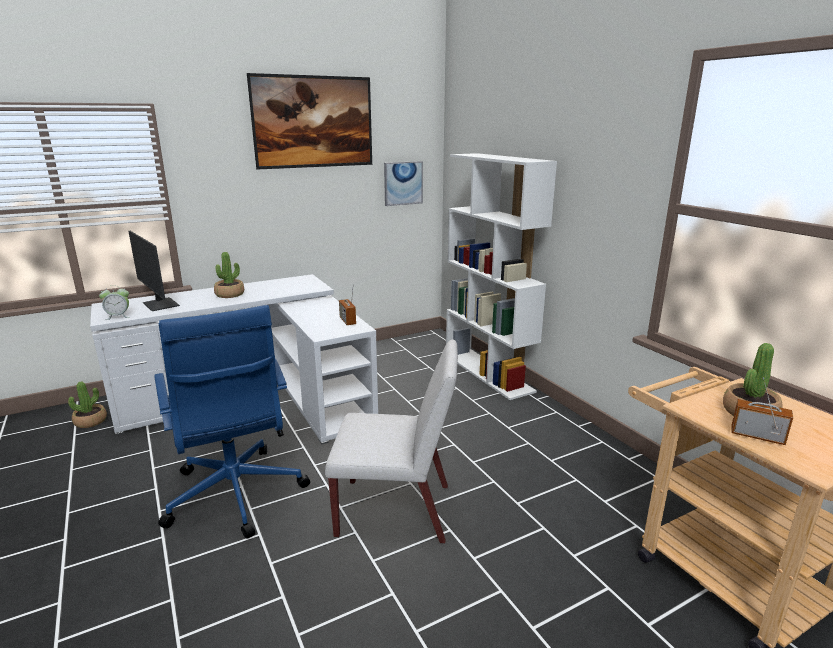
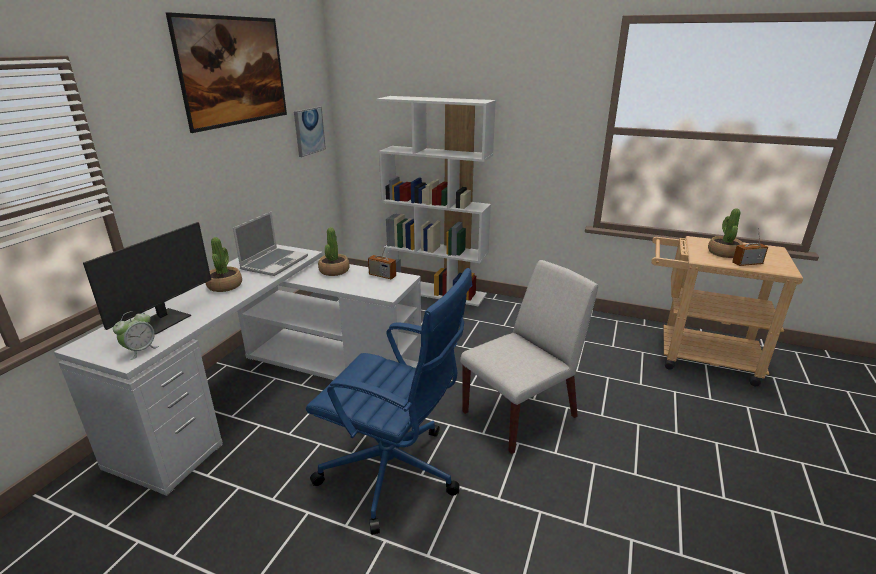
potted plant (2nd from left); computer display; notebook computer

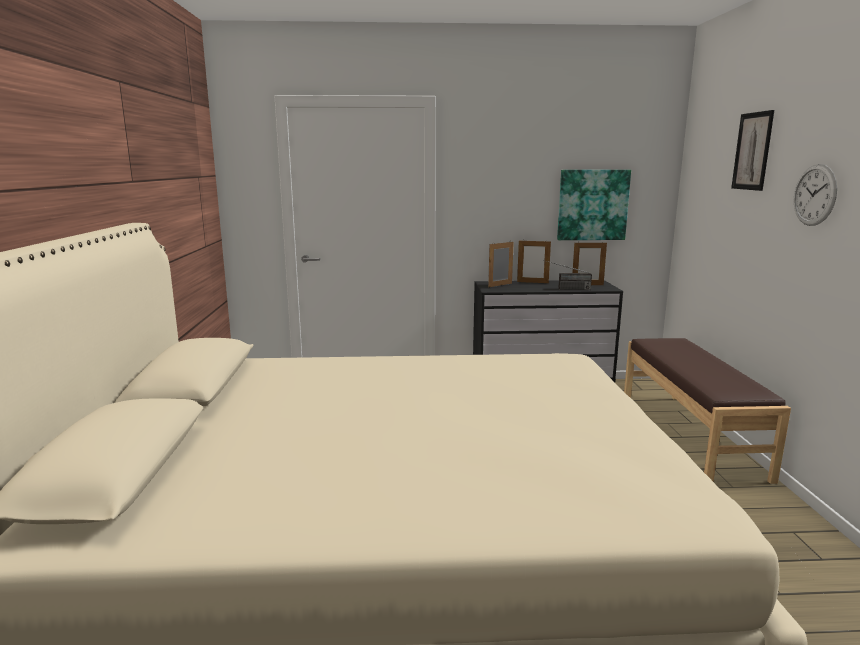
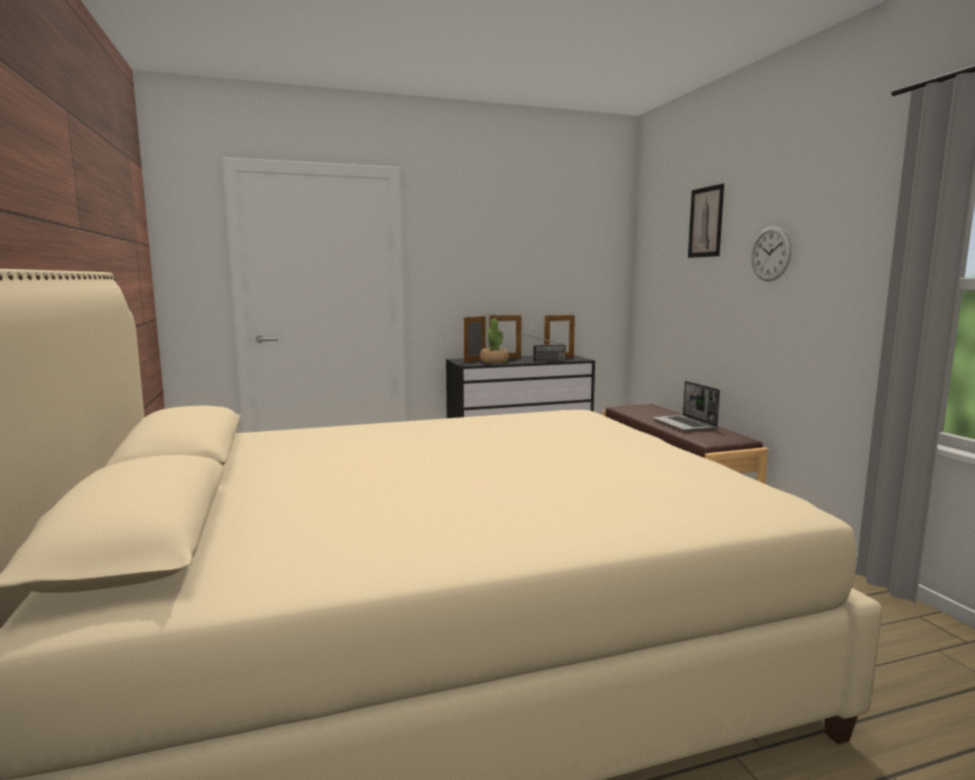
wall art (1st from left in the first image); potted plant; notebook computer

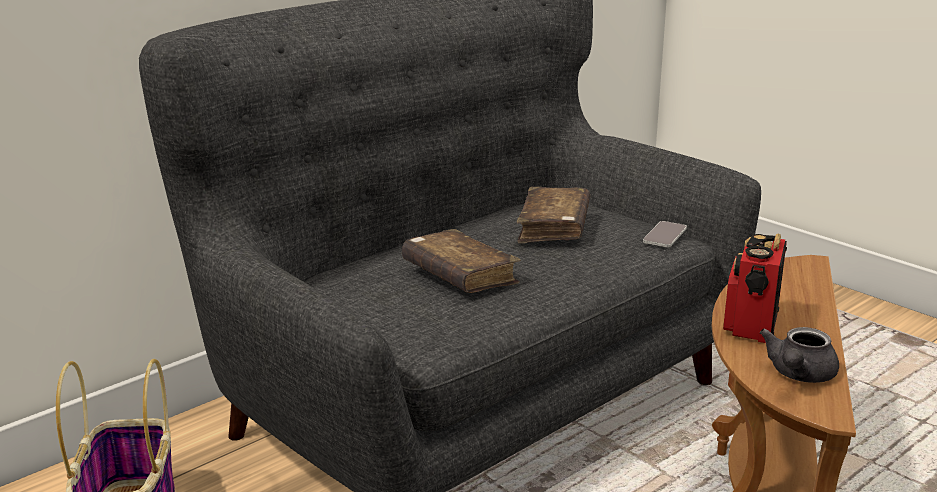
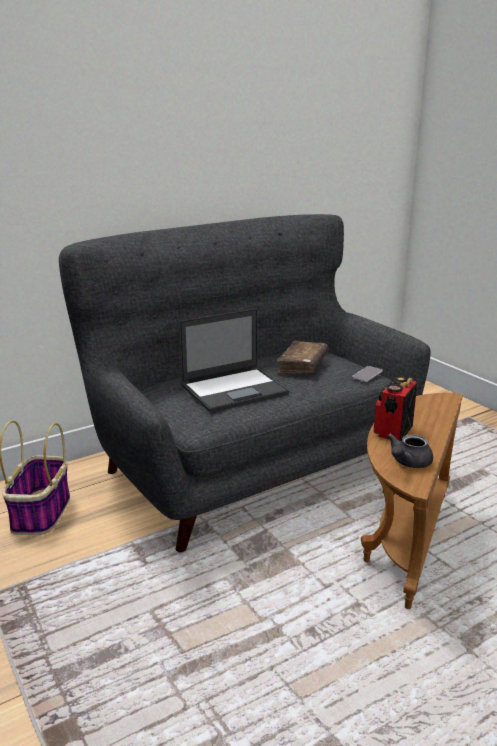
notebook computer

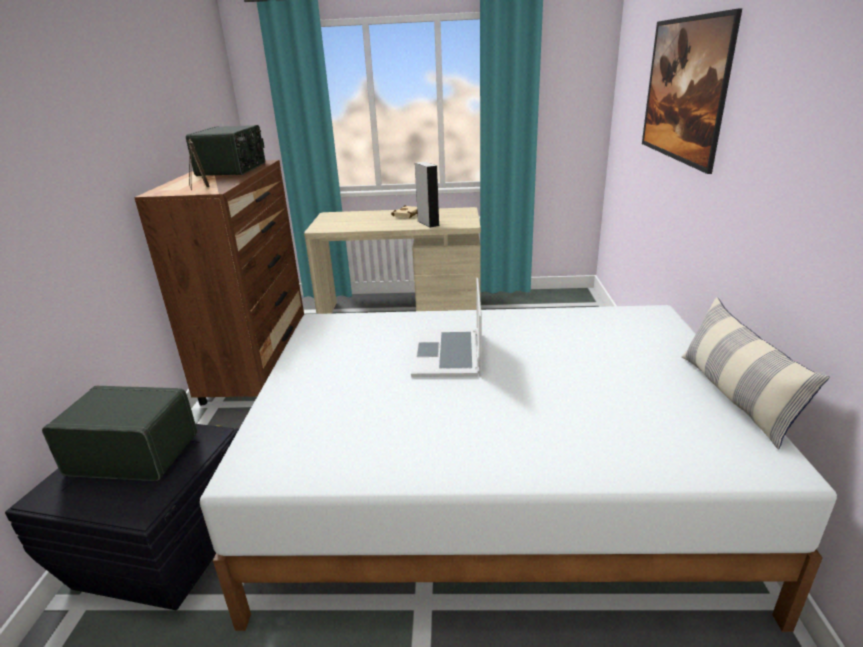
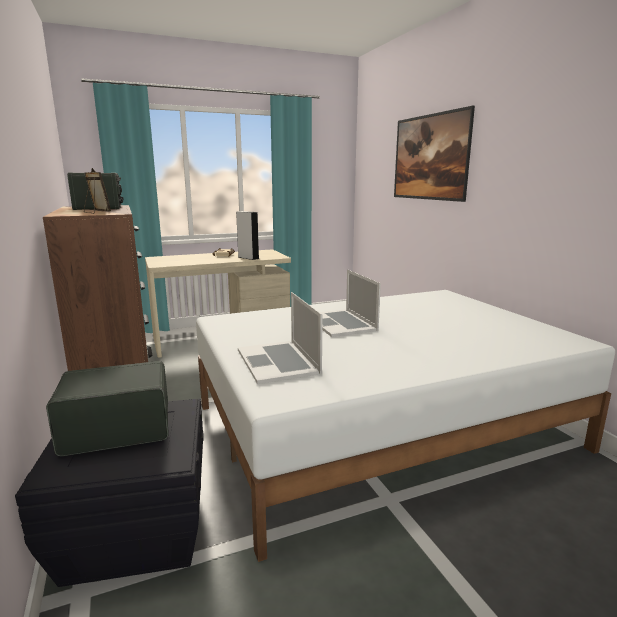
pillow; notebook computer (1st from left)

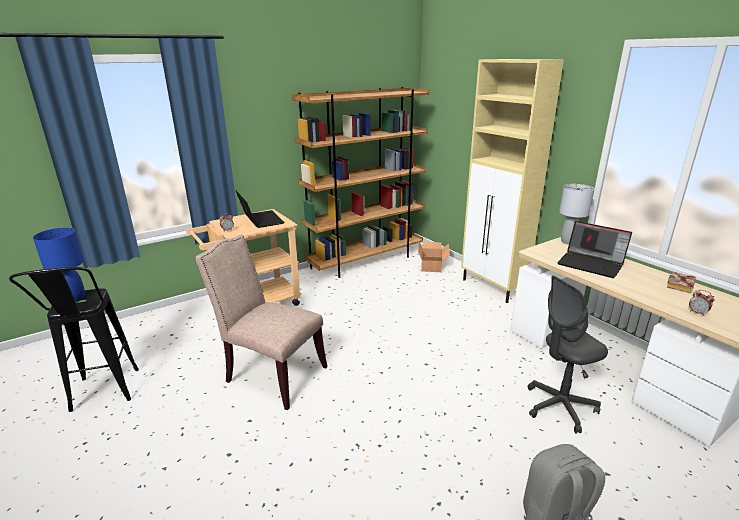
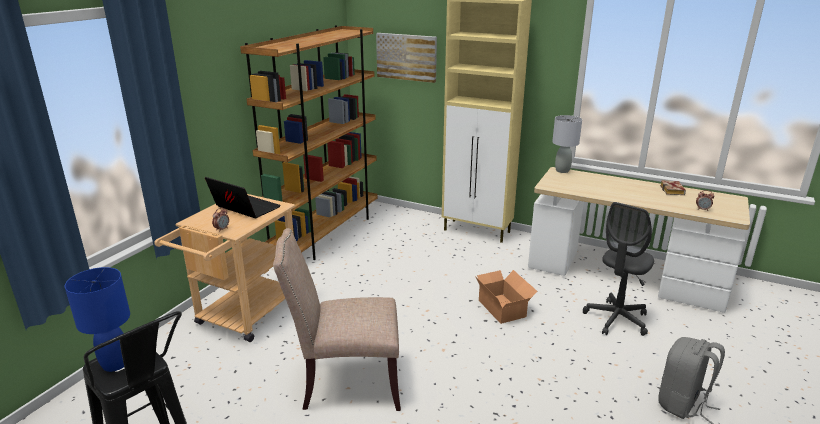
packing box; notebook computer (2nd from left in the first image); wall art

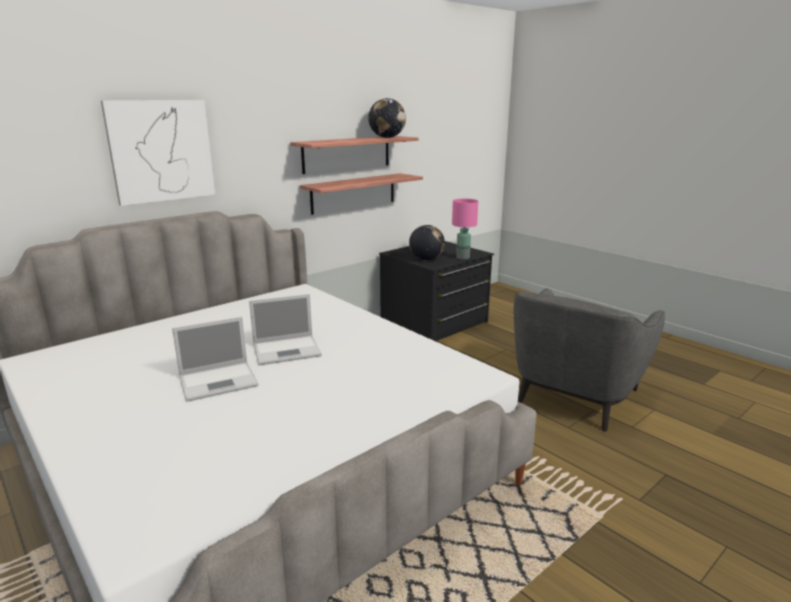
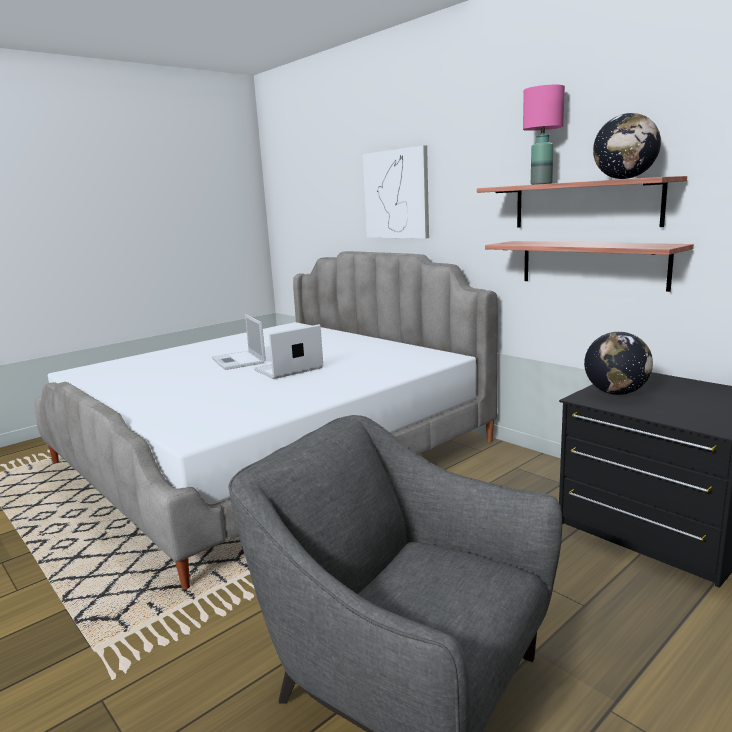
notebook computer (2nd from left); tabletop lamp in pink-coloured

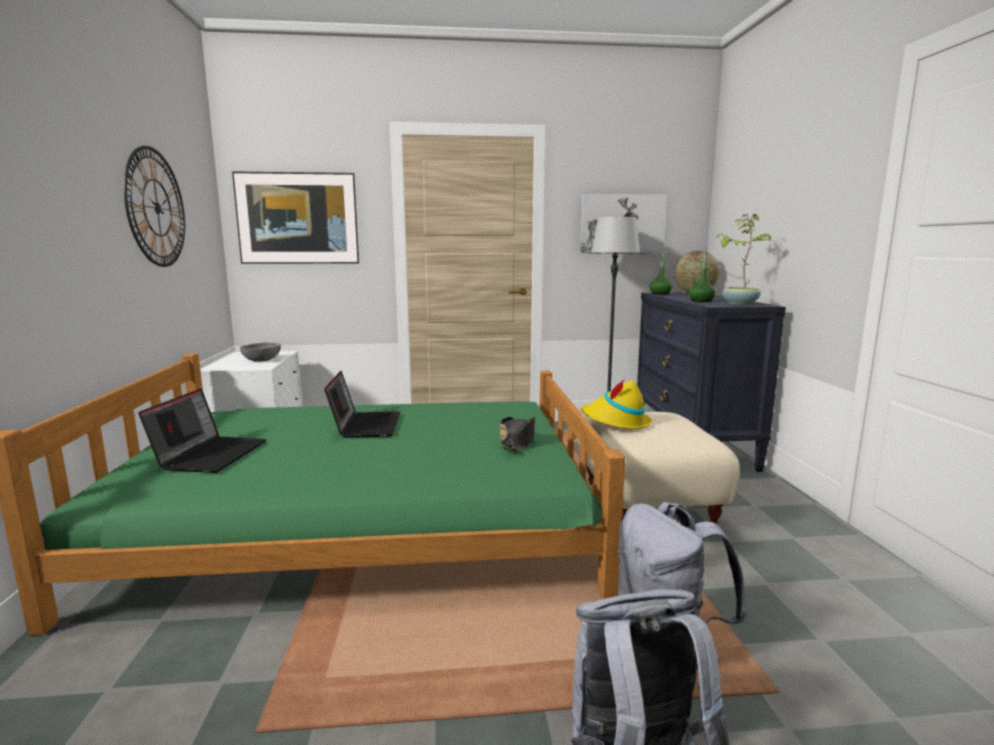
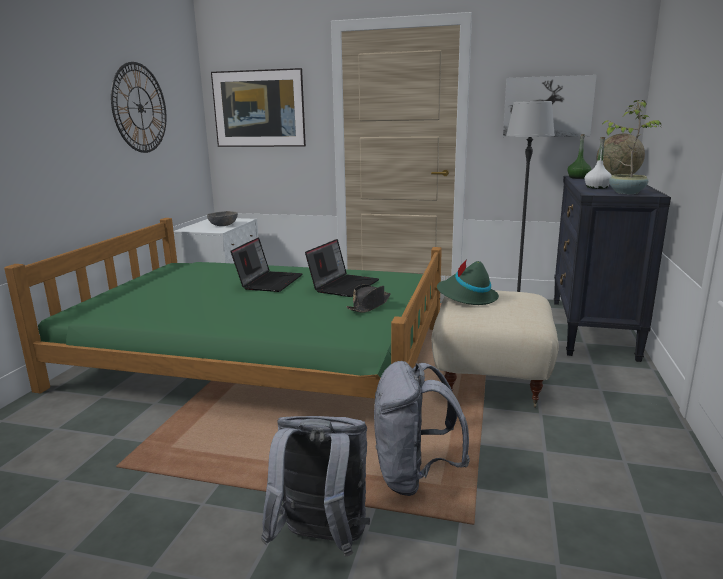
notebook computer (2nd from left); hat in green-coloured; bottle in white

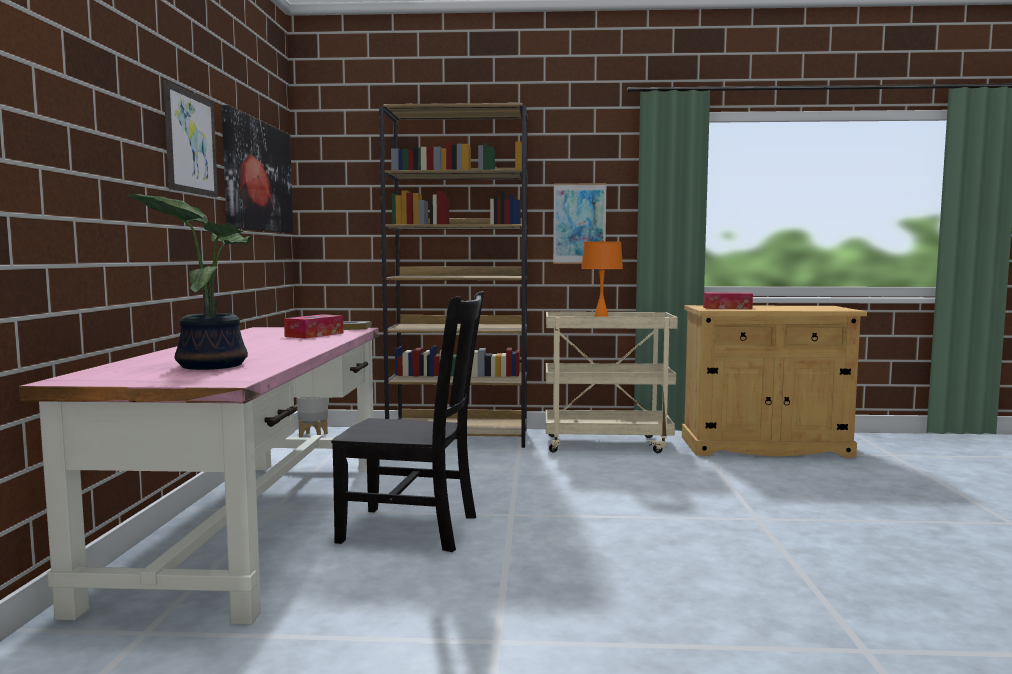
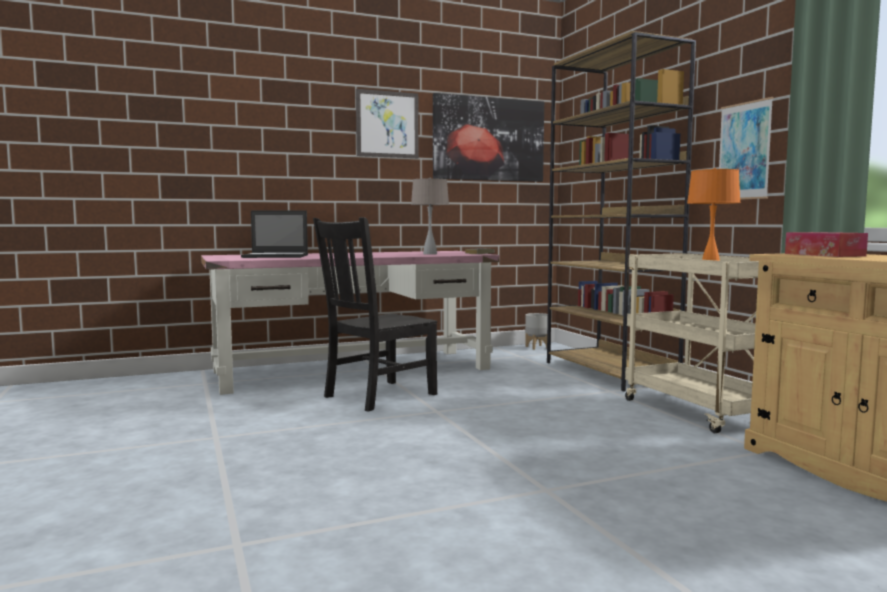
notebook computer; tabletop lamp in sand-coloured; chair in black

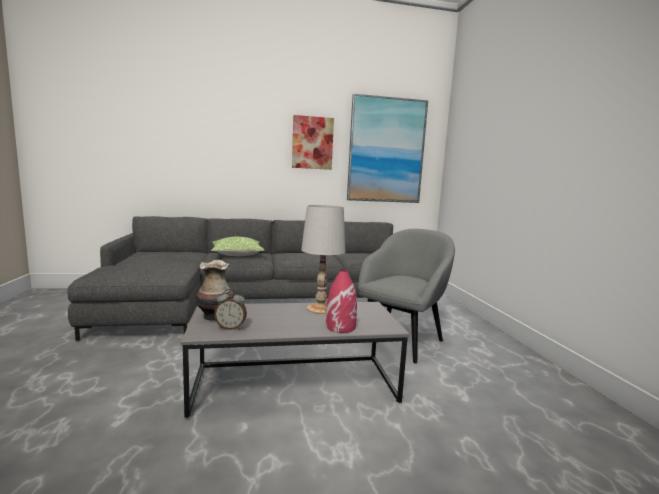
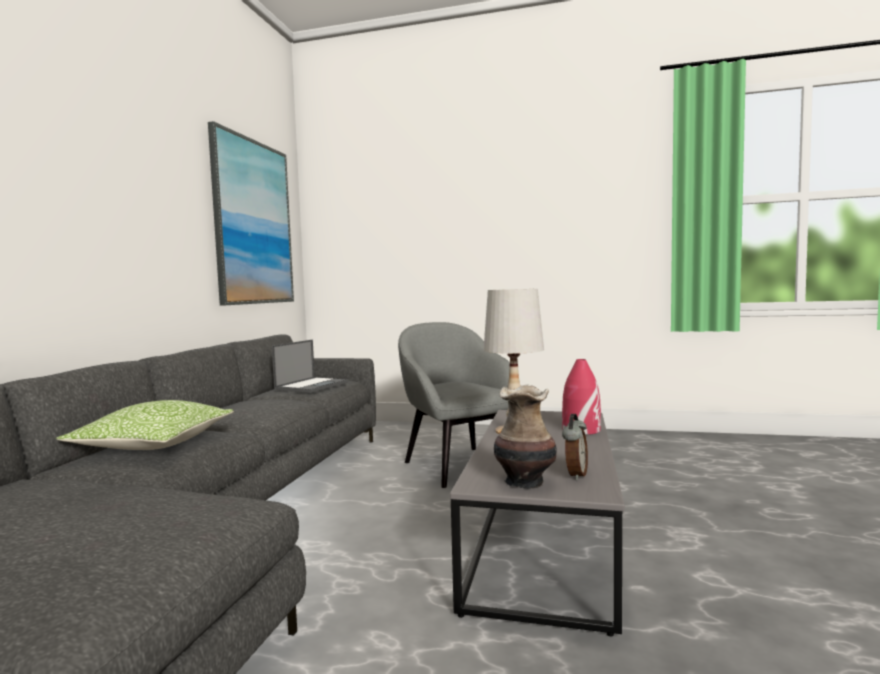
wall art (1st from left in the first image); notebook computer

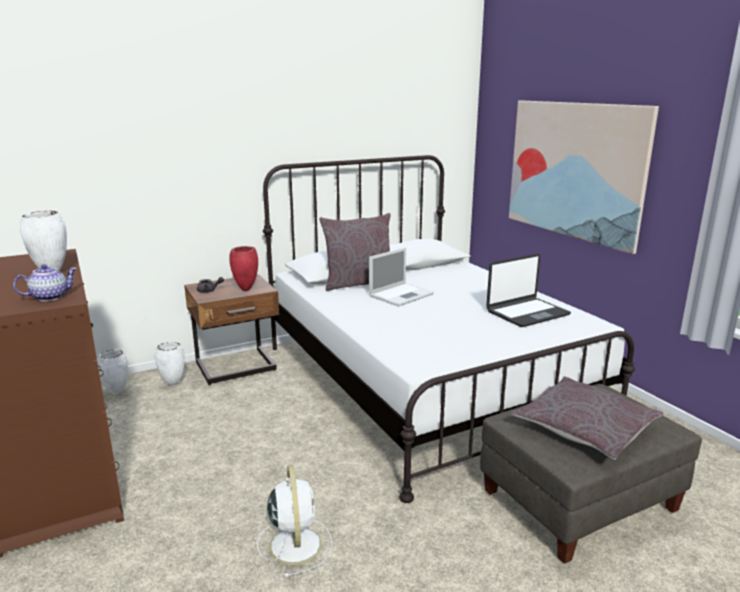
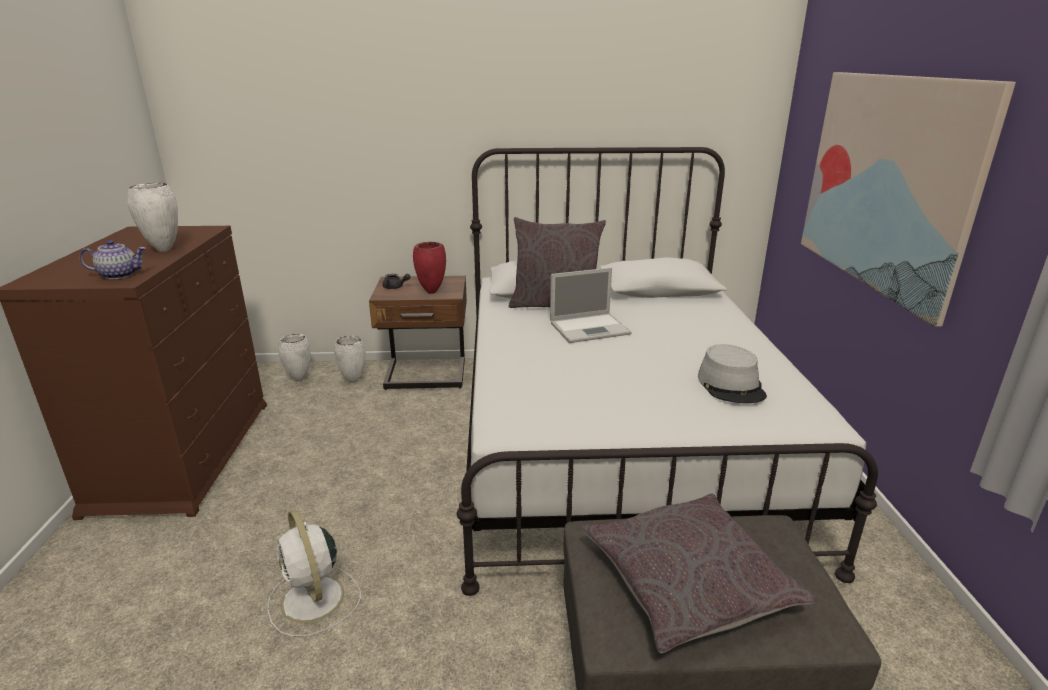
electric fan in white; hat in gray

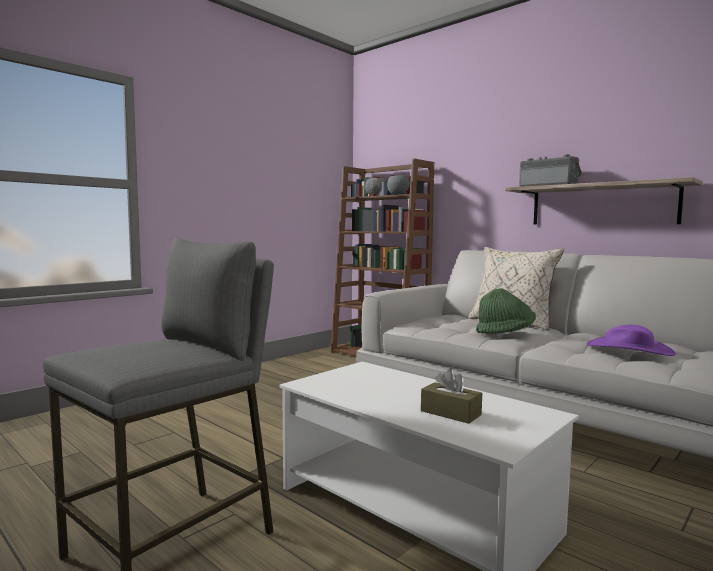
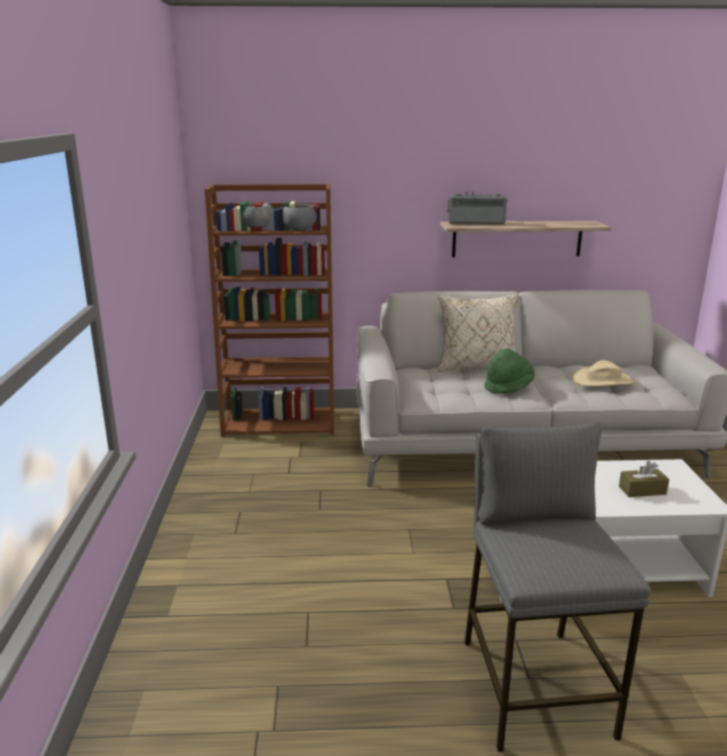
hat in sand-coloured

